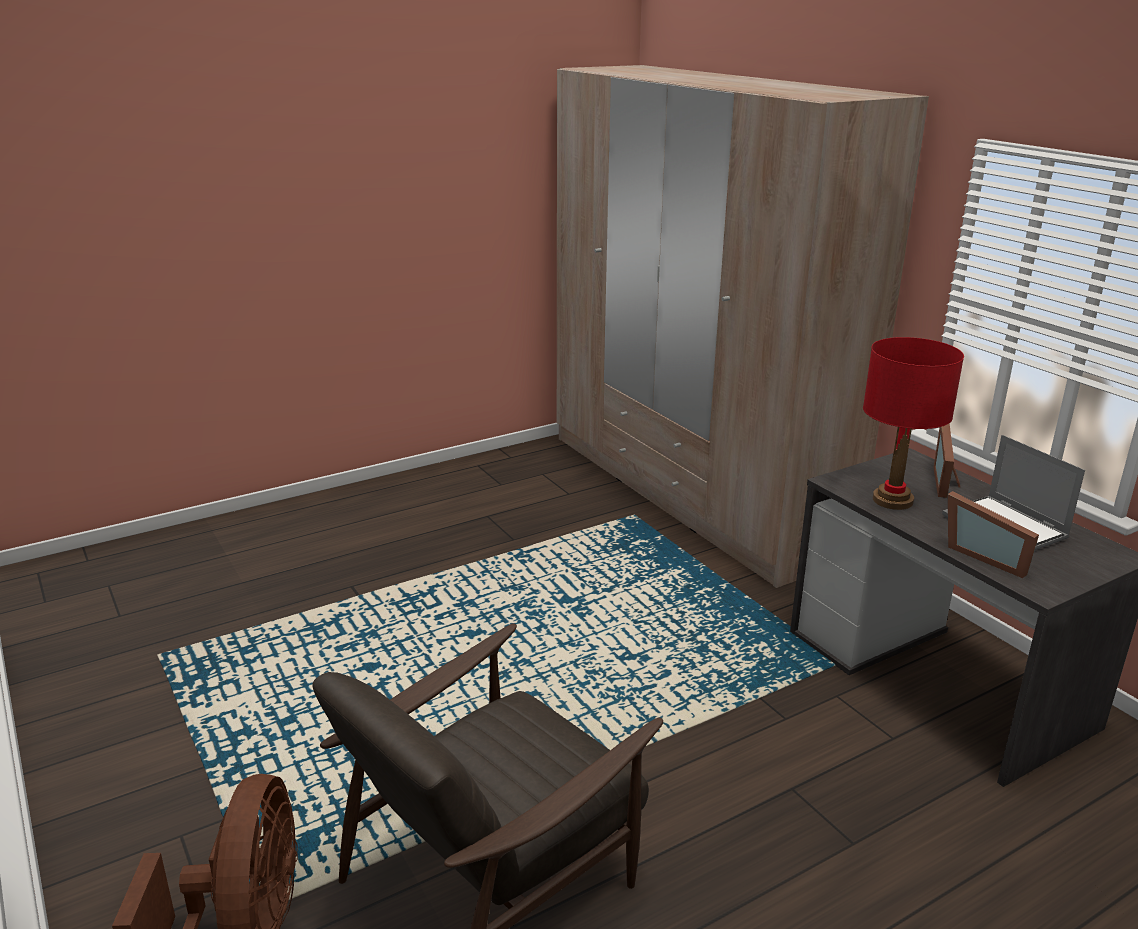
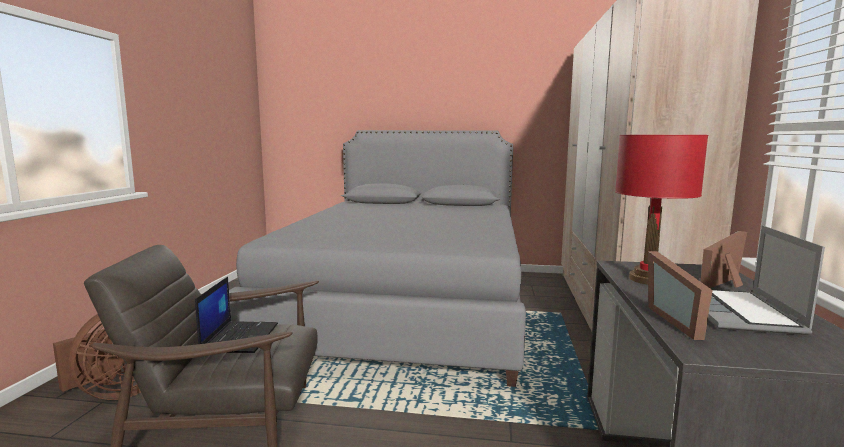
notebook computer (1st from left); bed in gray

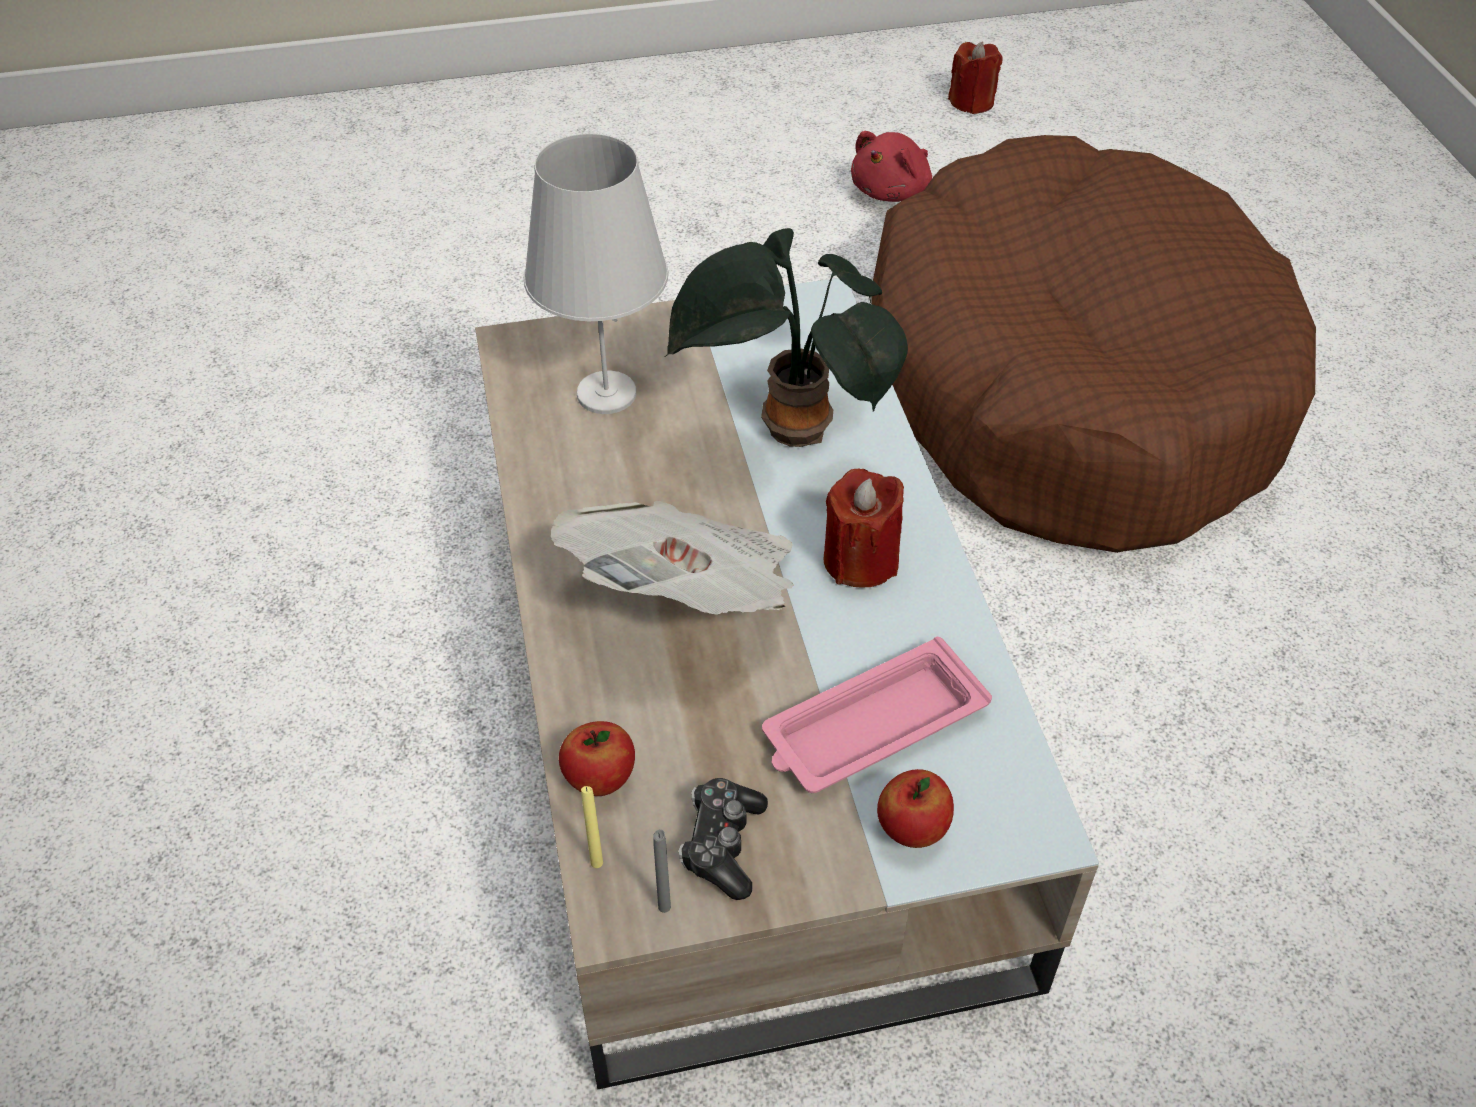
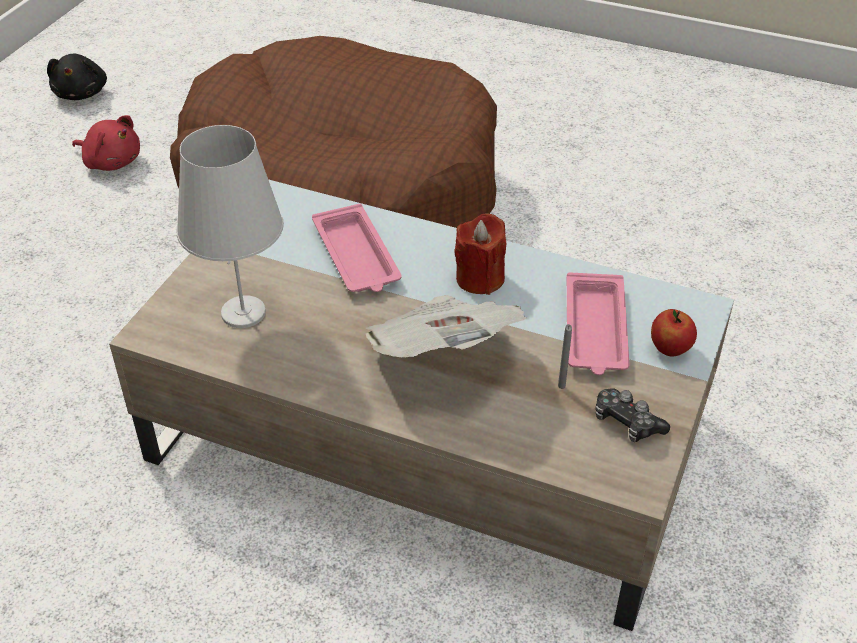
whole apple (1st from left in the first image); candle in yellow; candle in gray; tray in pink-coloured (1st from left); soft toy in reddish; soft toy in black

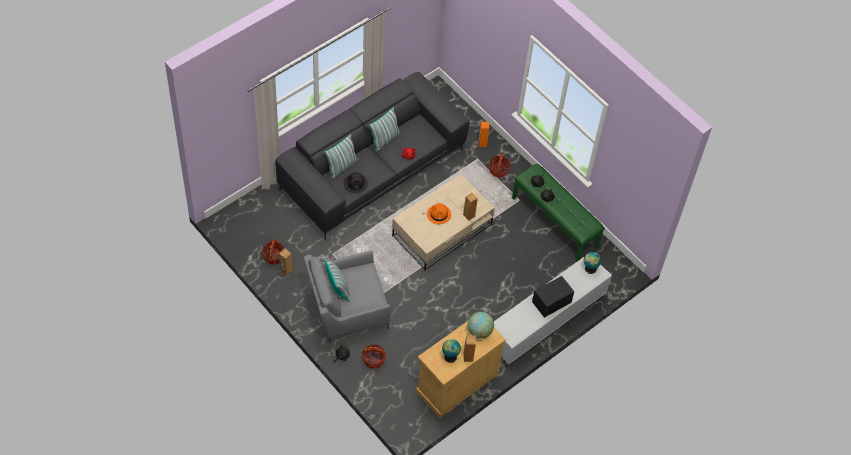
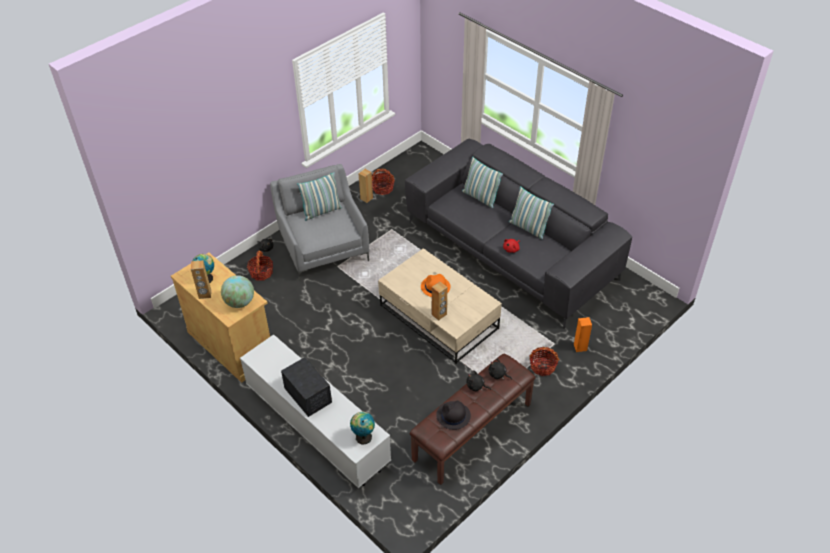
hat in black; indoor bench in brown-coloured

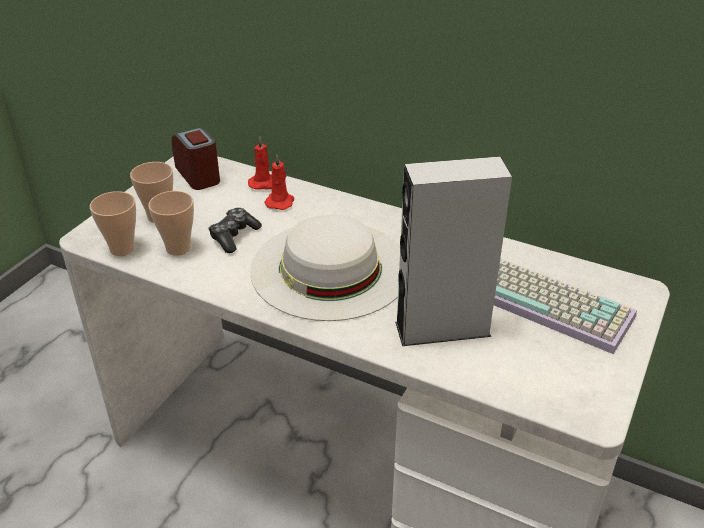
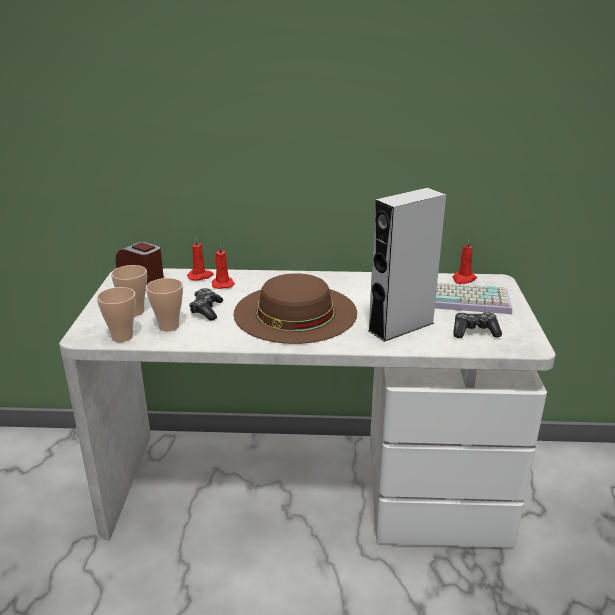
hat in brown-coloured; candle in reddish (3rd from left); game controller (2nd from left)

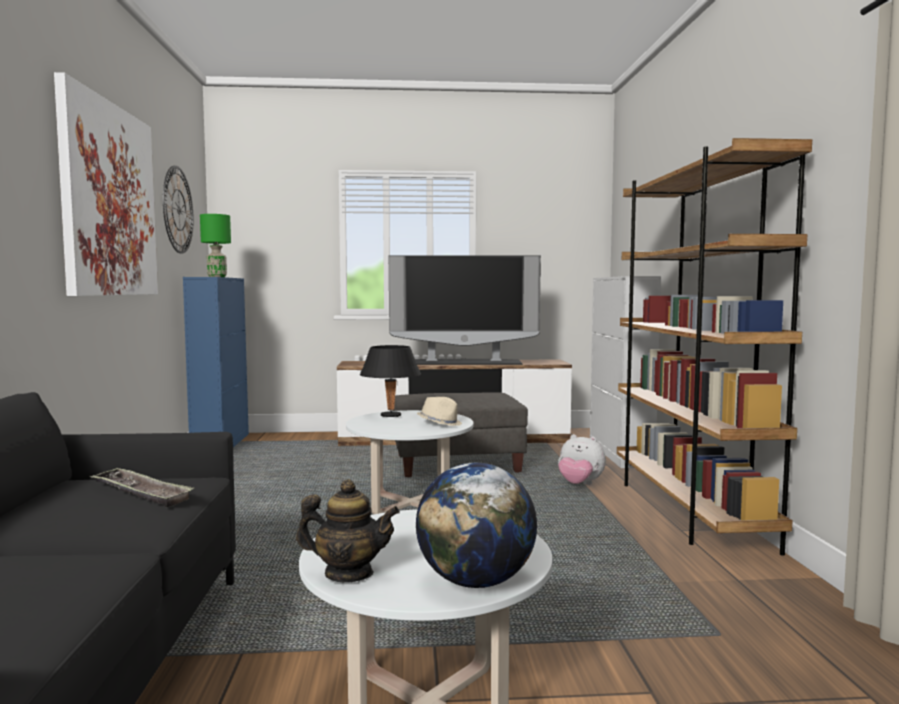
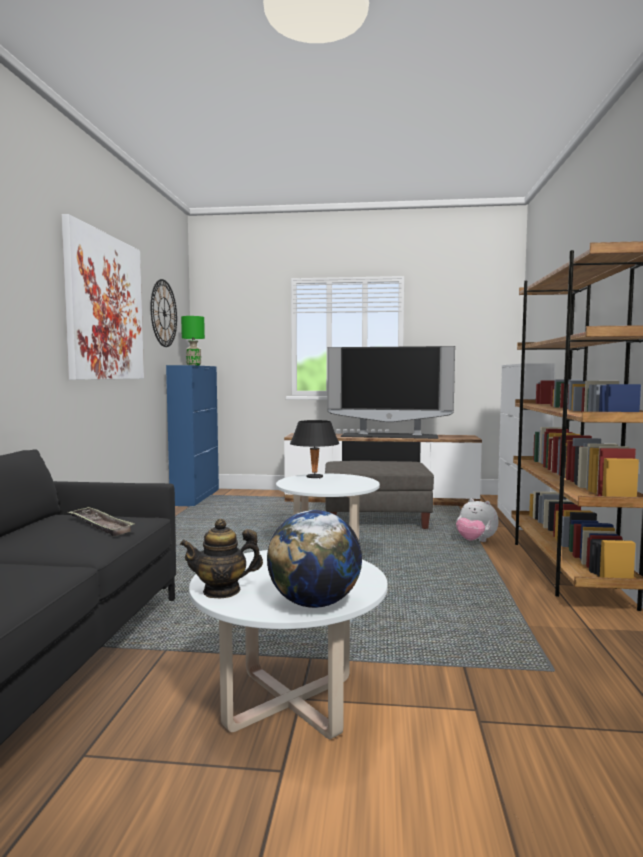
teapot; hat in sand-coloured

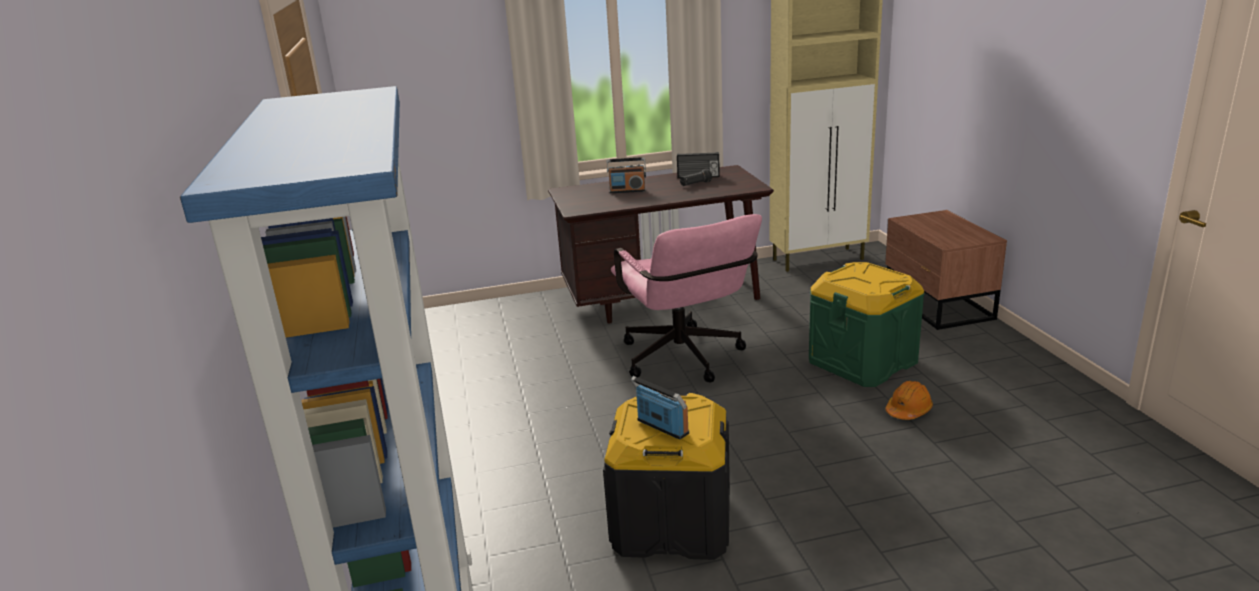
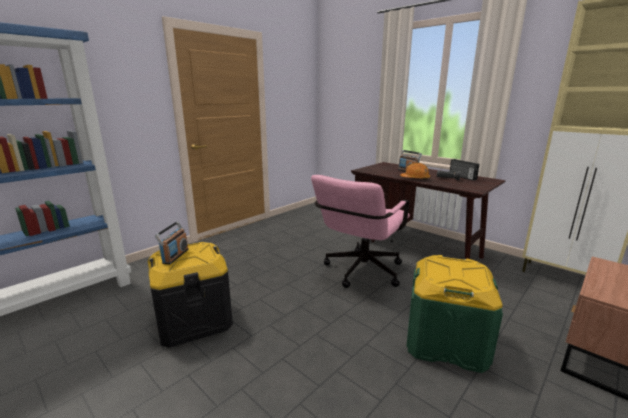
work helmet in orangey

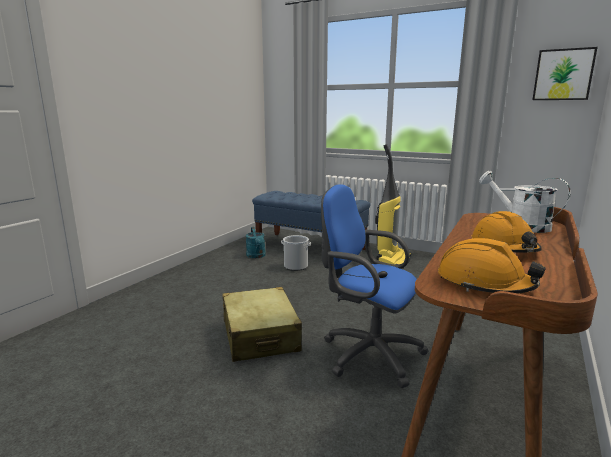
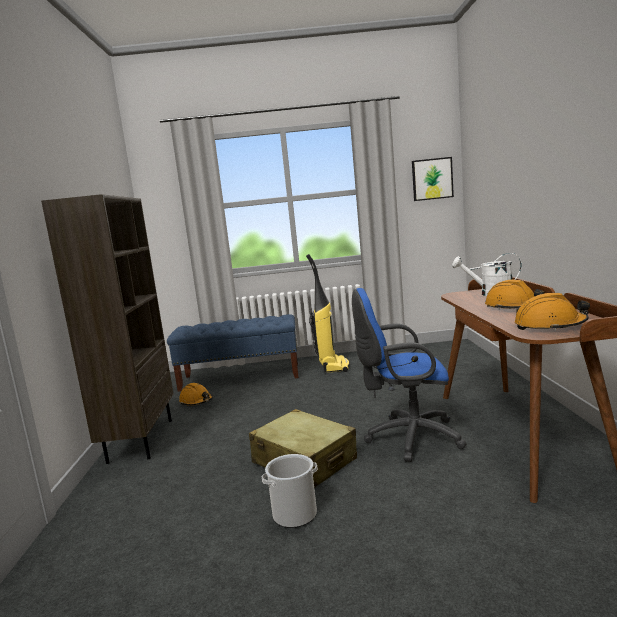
work helmet in orangey (1st from left); water bucket; shelving unit in brown-coloured

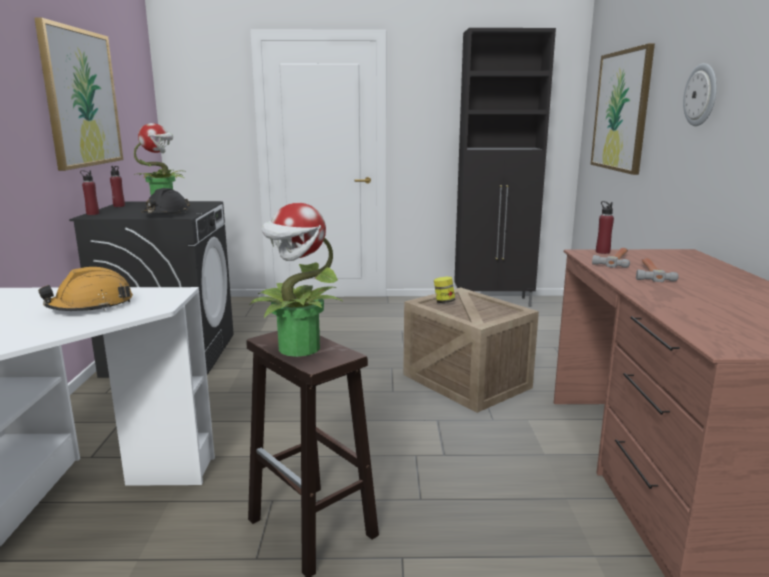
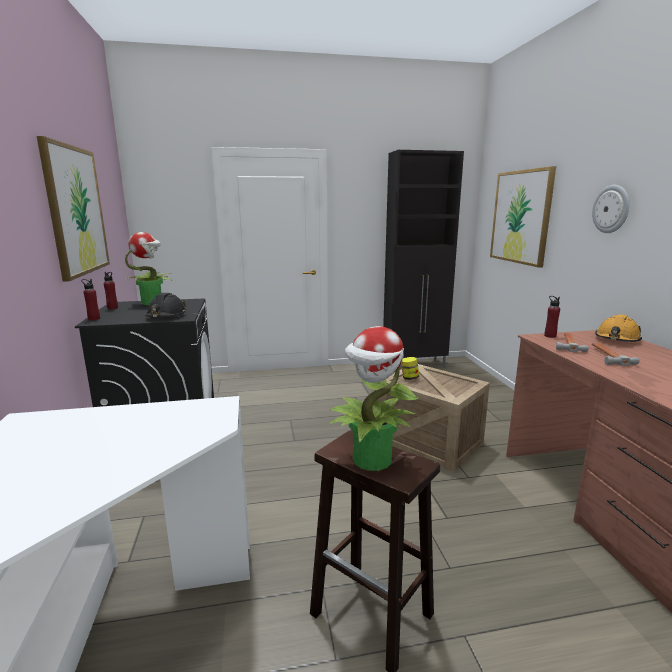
work helmet in orangey

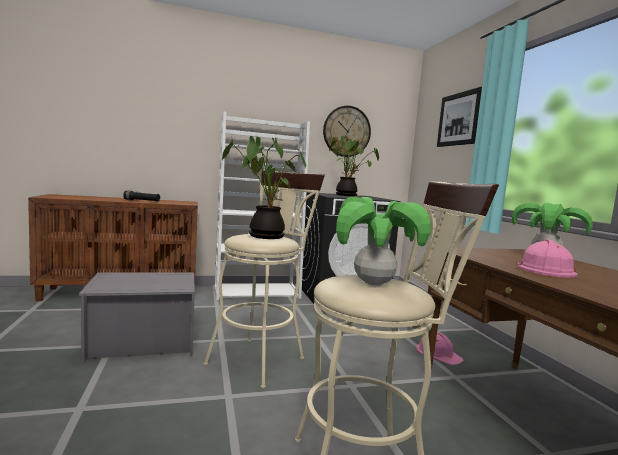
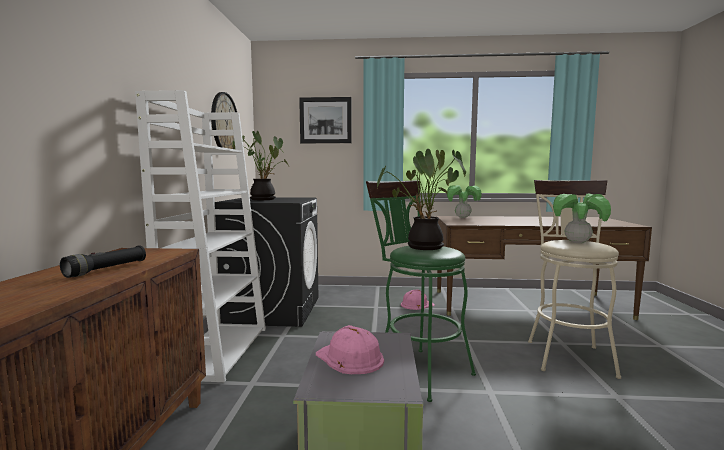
stool seat in green-coloured; work helmet in pink-coloured (1st from left)

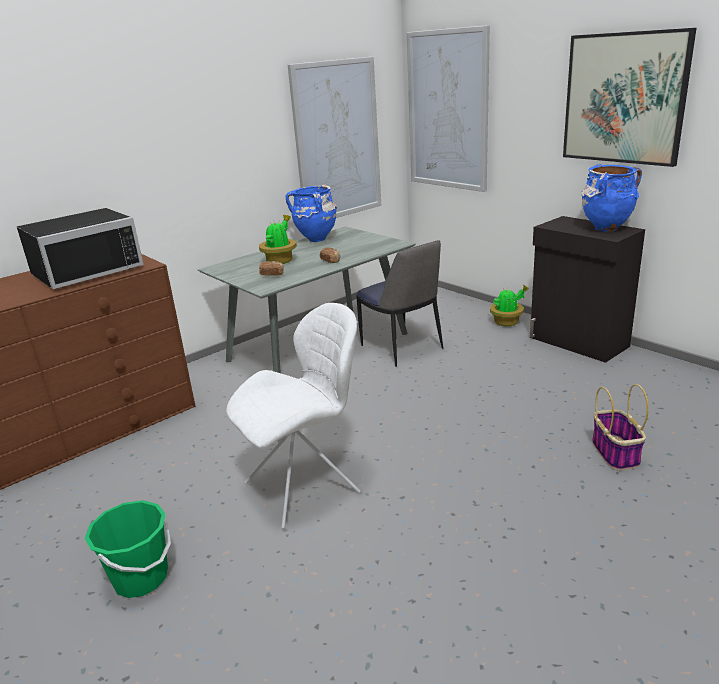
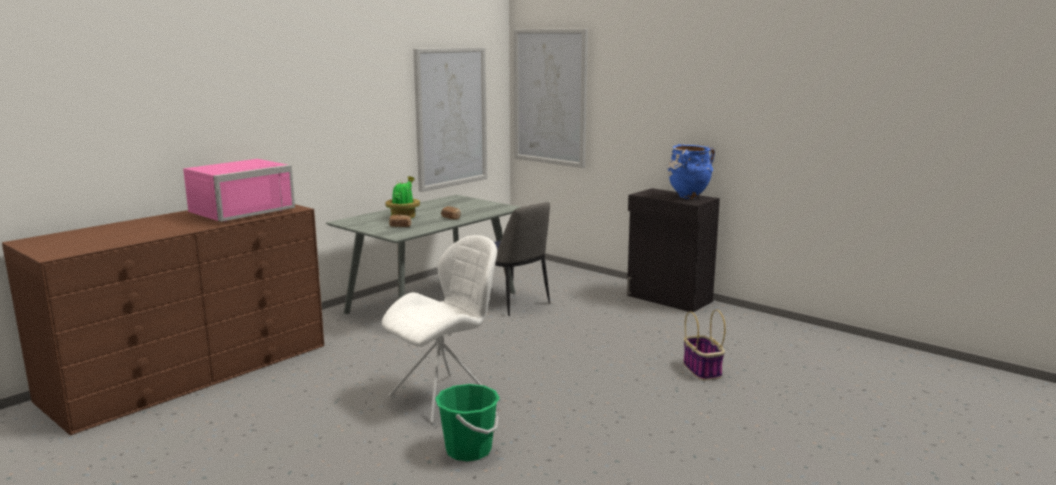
microwave oven in pink-coloured; water bucket in green-coloured; vase in blue-coloured (1st from left in the first image); potted plant (2nd from left in the first image); wall art (3rd from left in the first image)

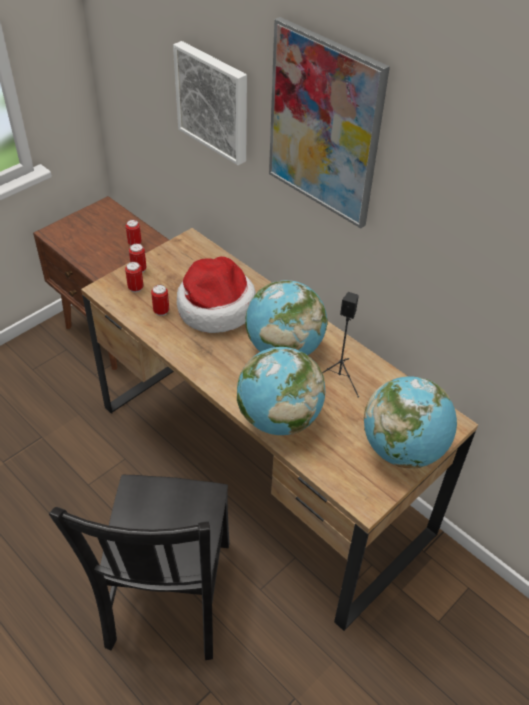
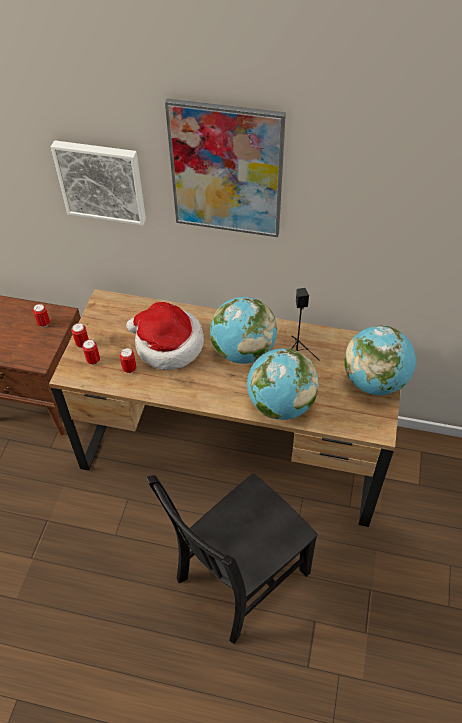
chair in black

